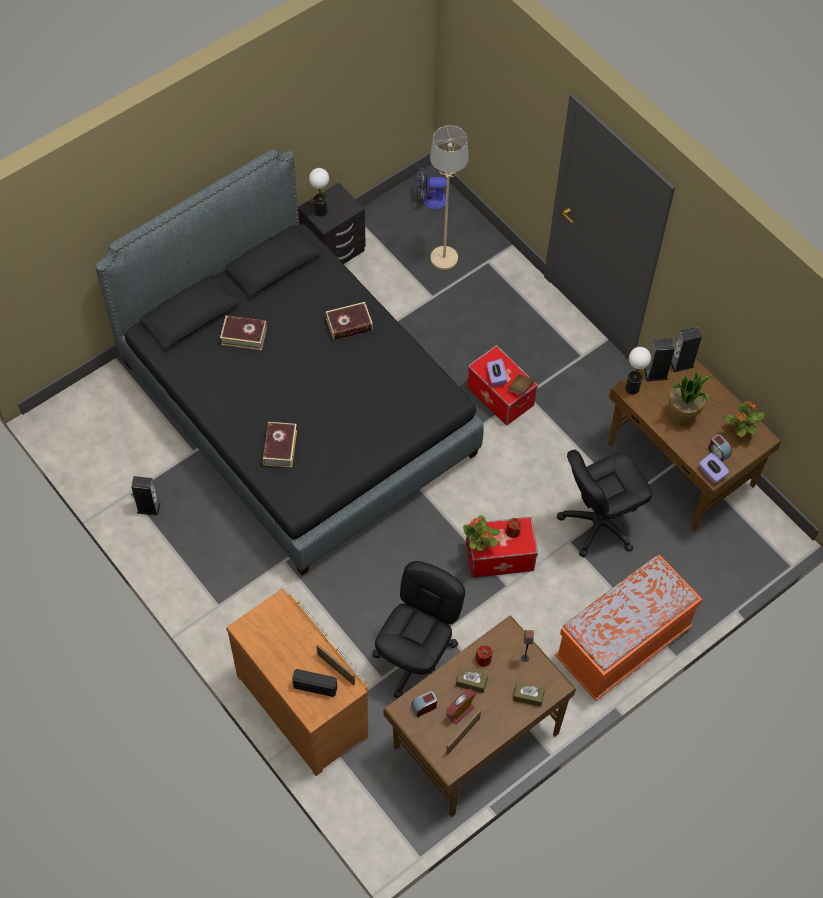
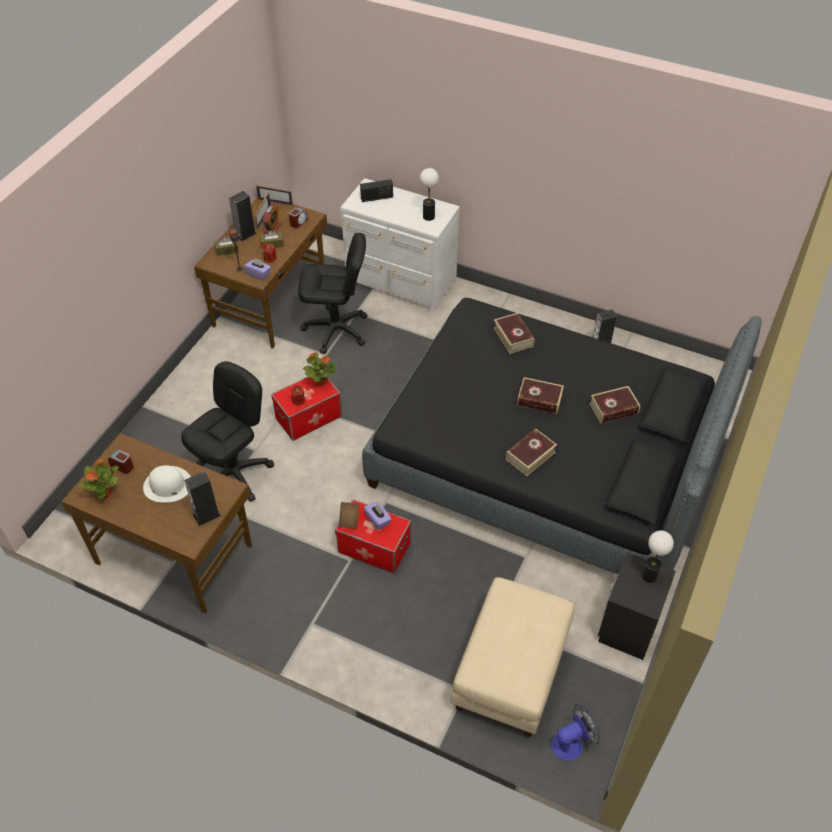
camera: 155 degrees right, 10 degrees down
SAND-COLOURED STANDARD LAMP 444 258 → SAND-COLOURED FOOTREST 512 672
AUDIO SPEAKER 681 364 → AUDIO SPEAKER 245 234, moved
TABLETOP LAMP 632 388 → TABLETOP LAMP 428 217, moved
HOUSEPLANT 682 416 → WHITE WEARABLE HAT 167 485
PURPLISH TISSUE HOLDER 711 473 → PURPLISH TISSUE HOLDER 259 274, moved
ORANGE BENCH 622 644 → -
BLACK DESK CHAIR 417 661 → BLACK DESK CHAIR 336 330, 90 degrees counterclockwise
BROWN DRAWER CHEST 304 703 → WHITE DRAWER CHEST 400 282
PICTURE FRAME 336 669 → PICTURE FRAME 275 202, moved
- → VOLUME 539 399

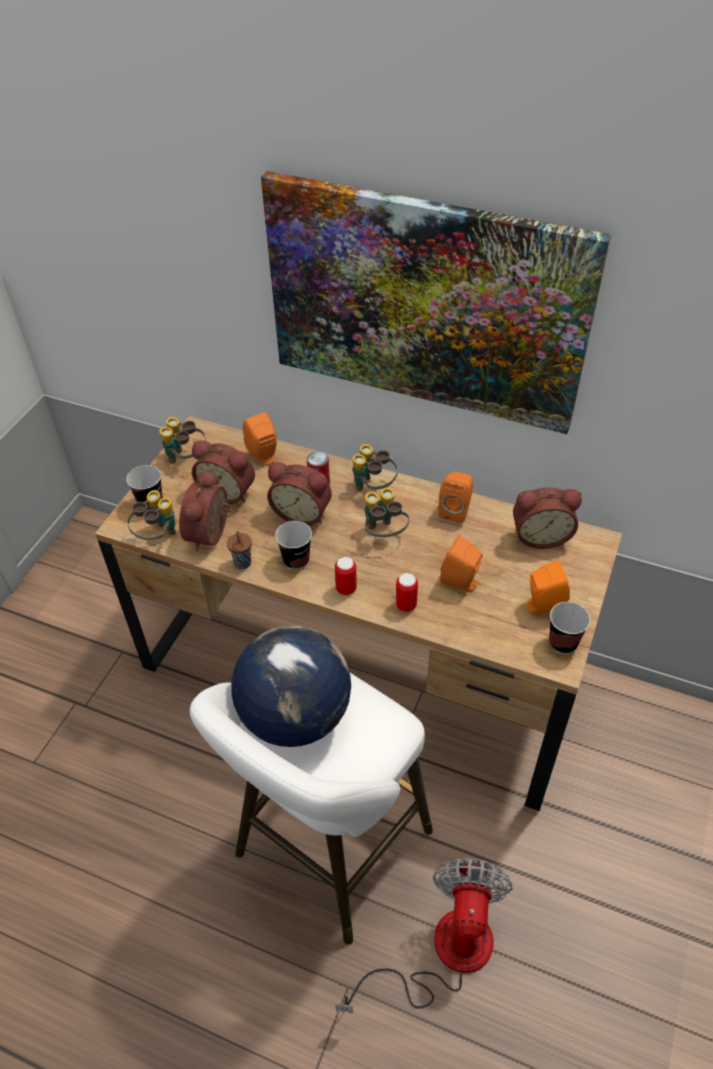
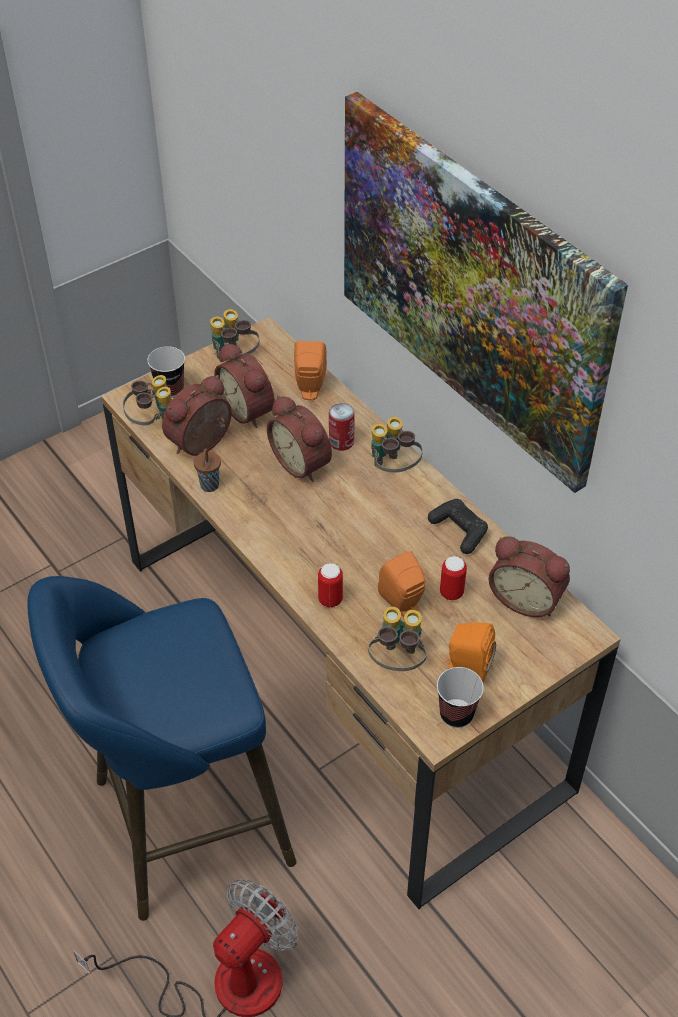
camera: 30 degrees right, 0 degrees up
ORANGE AUDIO SPEAKER 456 510 → BLACK JOYPAD 459 531
FIELD GLASSES 384 533 → FIELD GLASSES 397 661, moved
DRINKING CUP 296 560 → -
METAL CAN 346 588 → METAL CAN 451 593, moved
DESK GLOBE 296 715 → -
WHITE STOOL 327 851 → BLUISH STOOL 181 826

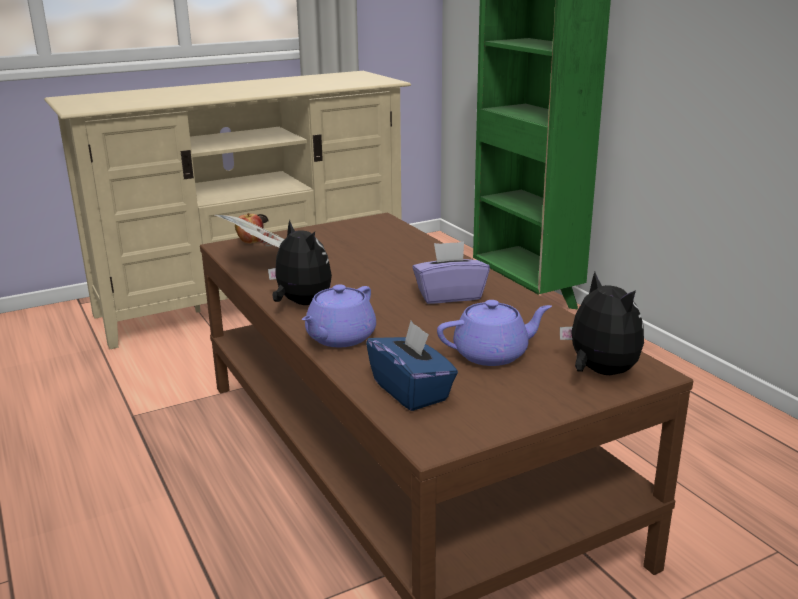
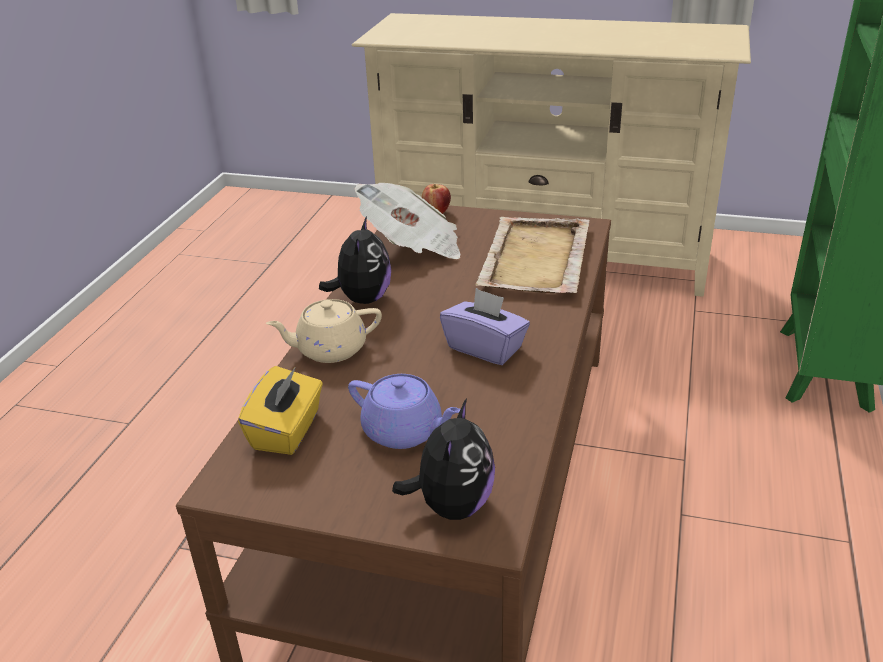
camera: 45 degrees right, 10 degrees up
PURPLISH POT FOR TEA 339 338 → SAND-COLOURED POT FOR TEA 329 349
BLUISH TISSUE HOLDER 411 391 → YELLOWISH TISSUE HOLDER 287 431
- → SAND-COLOURED TRAY 534 259

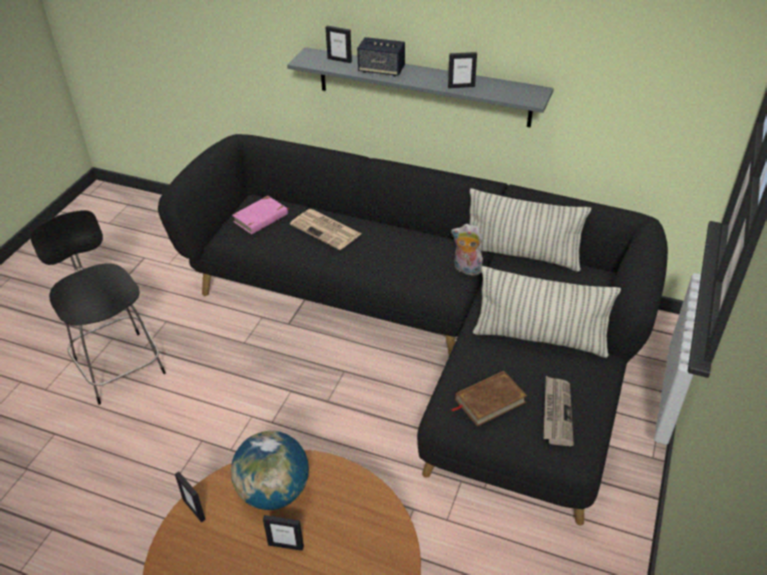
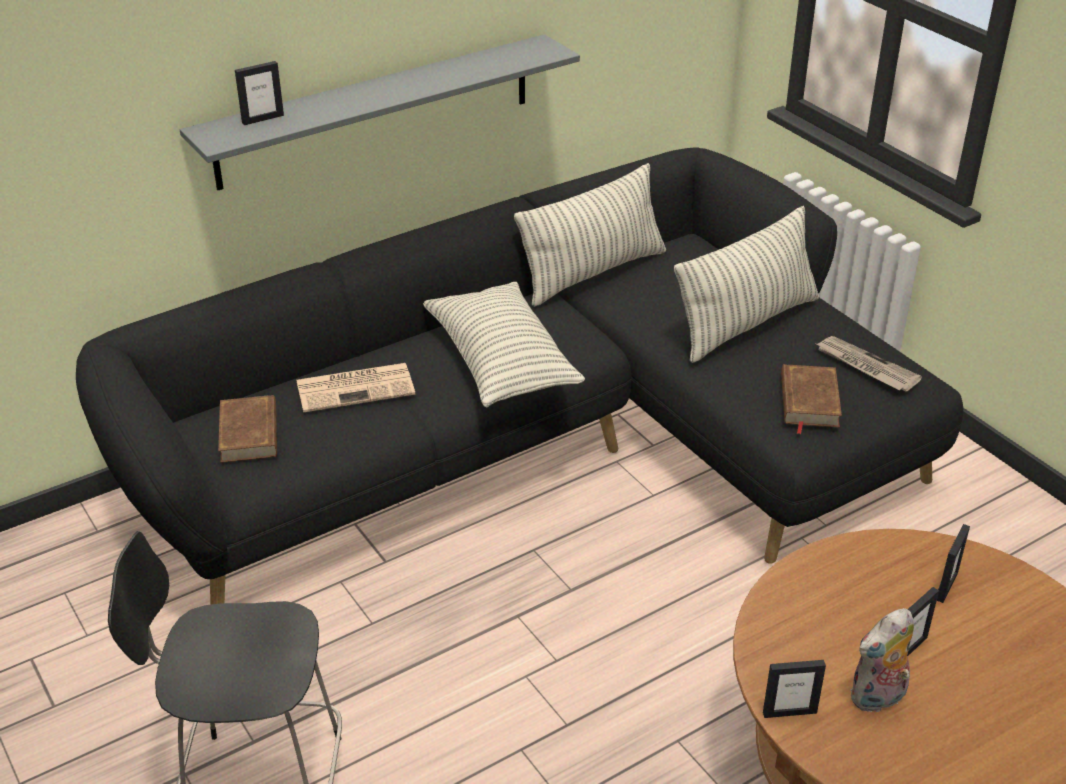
camera: 55 degrees left, 5 degrees down
AUDIO SPEAKER 381 70 → -
PICTURE FRAME 461 86 → PICTURE FRAME 946 586, moved
PINK-COLOURED VOLUME 261 218 → BROWN VOLUME 250 433
CUDDLY TOY 466 269 → CUDDLY TOY 878 699, moved
DESK GLOBE 274 492 → -
- → THROW PILLOW 501 363

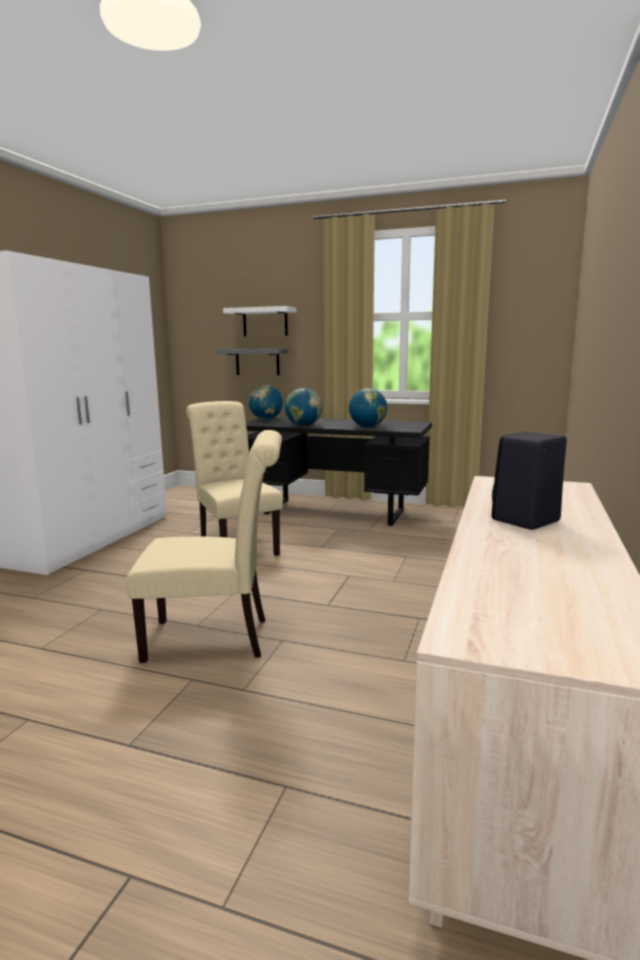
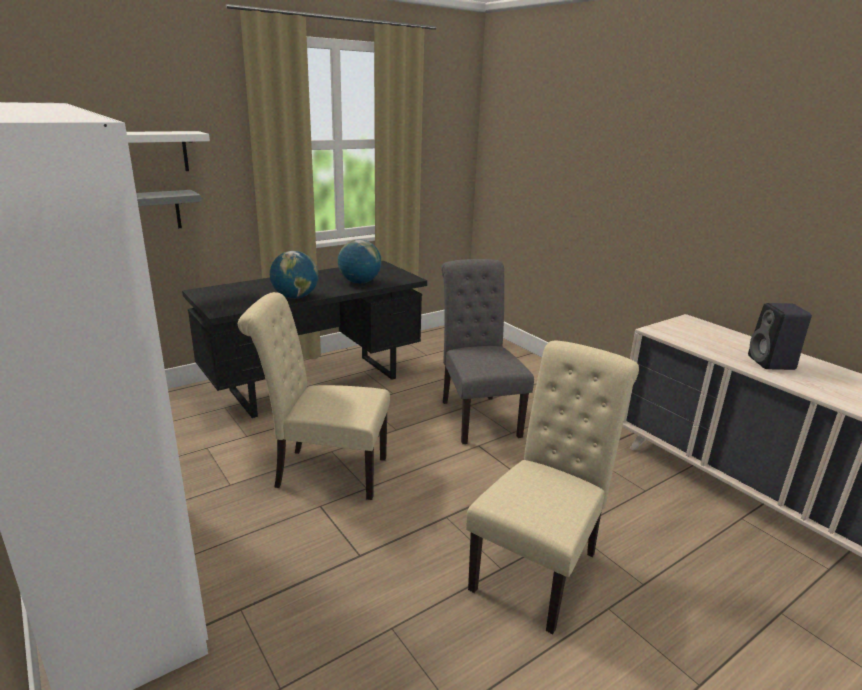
camera: 55 degrees left, 10 degrees up
DESK GLOBE 266 419 → -
- → GREYISH UPRIGHT CHAIR 477 415

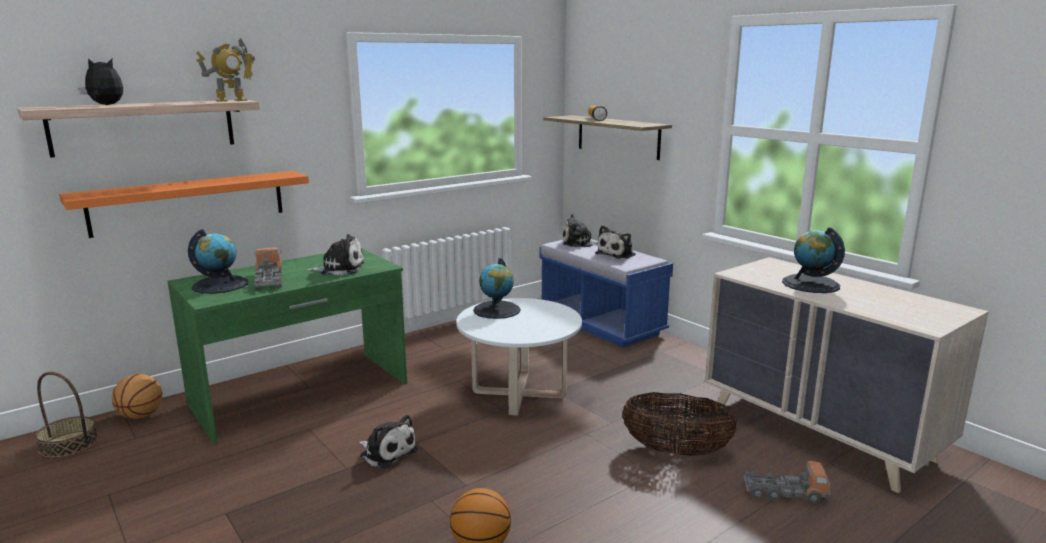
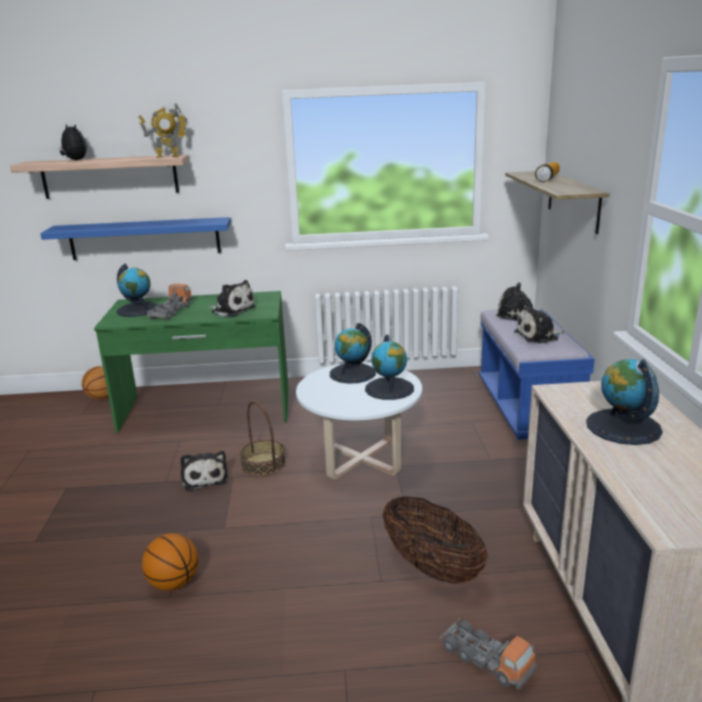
camera: 35 degrees right, 5 degrees up
ORANGE WALL SHELF 189 202 → BLUISH WALL SHELF 145 238
STORAGE BASKET 69 444 → STORAGE BASKET 263 464, moved
- → DESK GLOBE 389 388

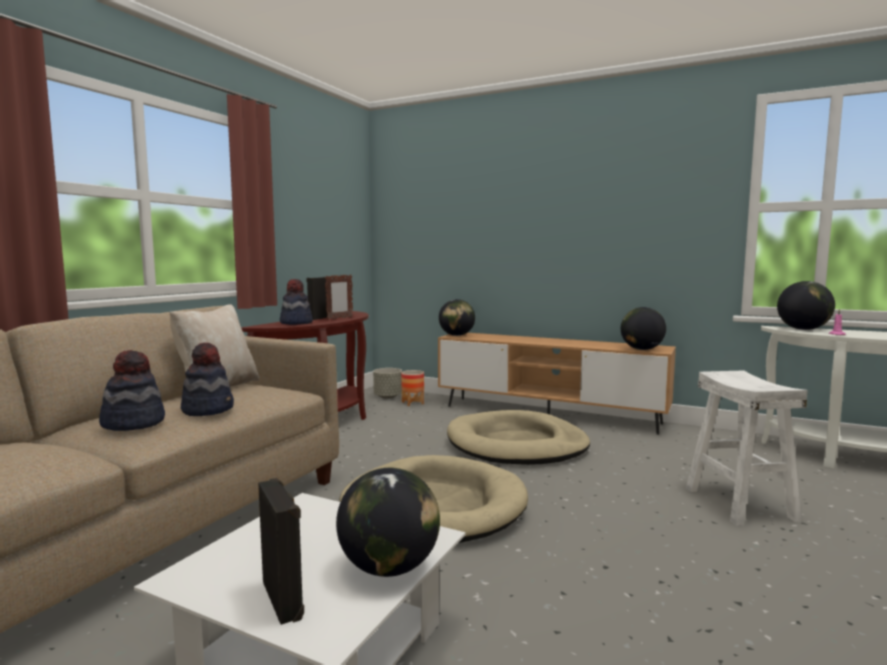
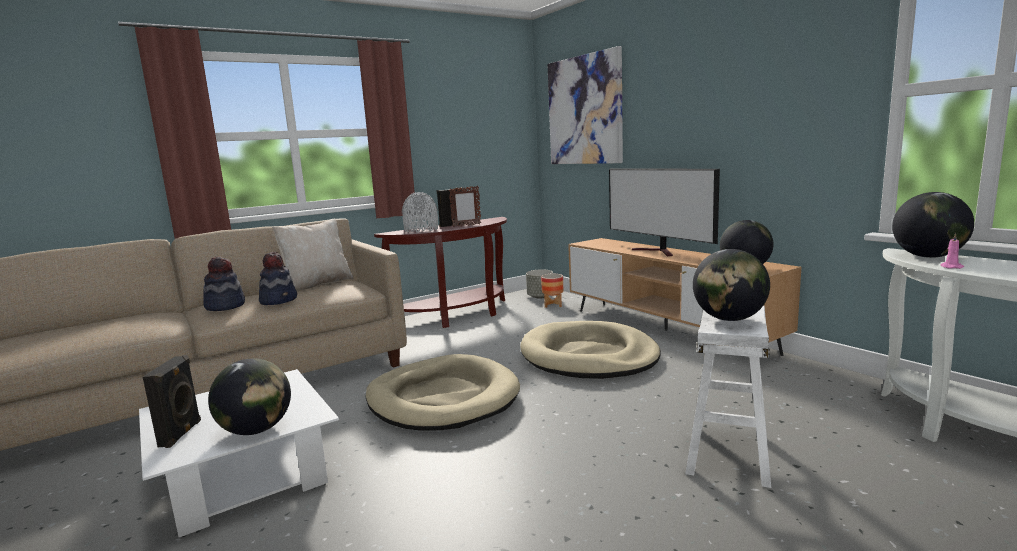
camera: 30 degrees right, 5 degrees up
WEARABLE HAT 296 323 → GREYISH VASE 421 230
DESK GLOBE 456 335 → DESK GLOBE 729 319, moved
- → WALL PICTURE 584 110
- → TV 659 251

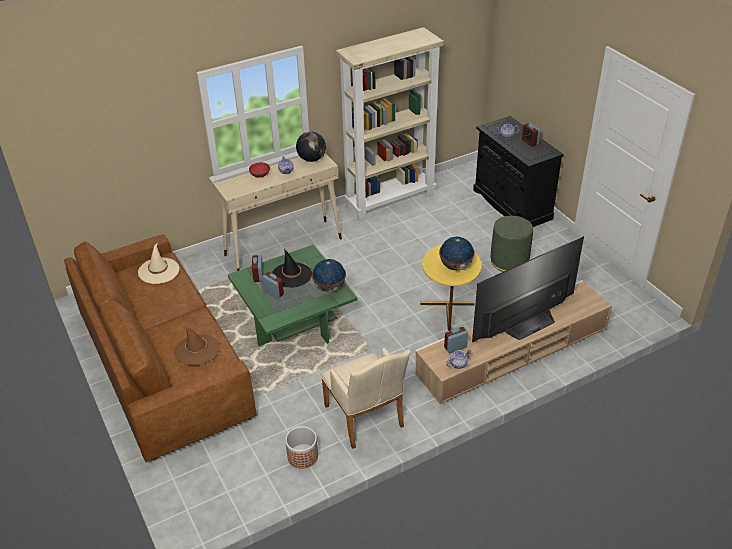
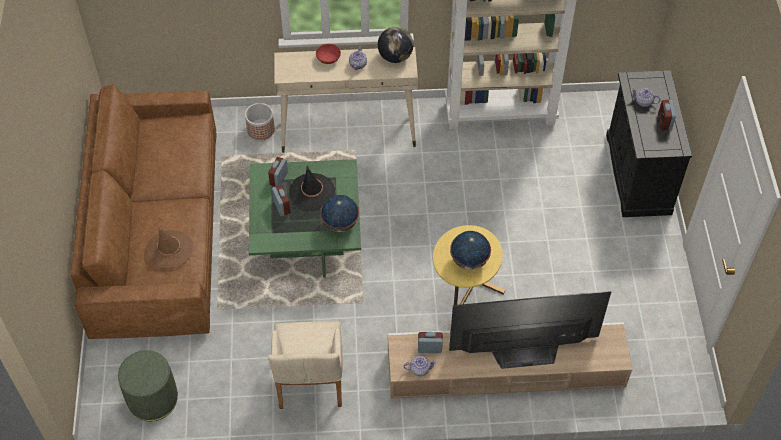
camera: 25 degrees right, 15 degrees up
GREENISH FOOTREST 509 261 → GREENISH FOOTREST 153 399, moved
SAND-COLOURED WEARABLE HAT 159 271 → -
PLANTER 303 456 → PLANTER 261 130, moved

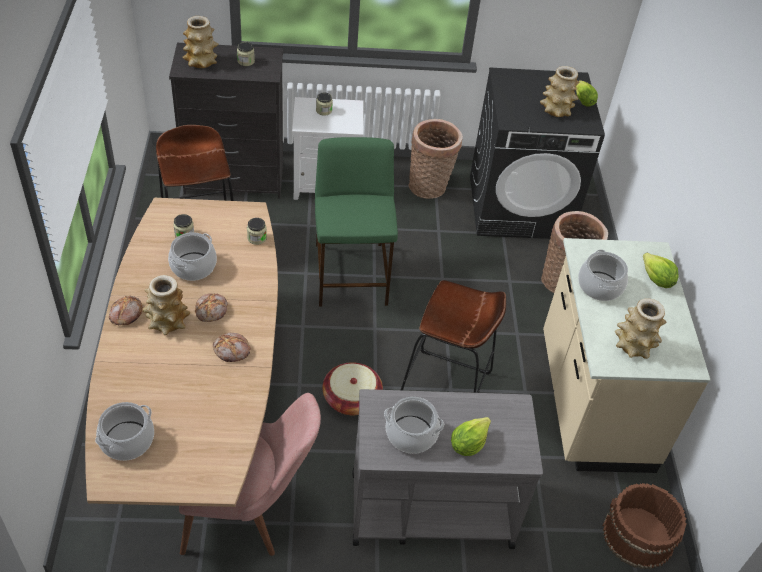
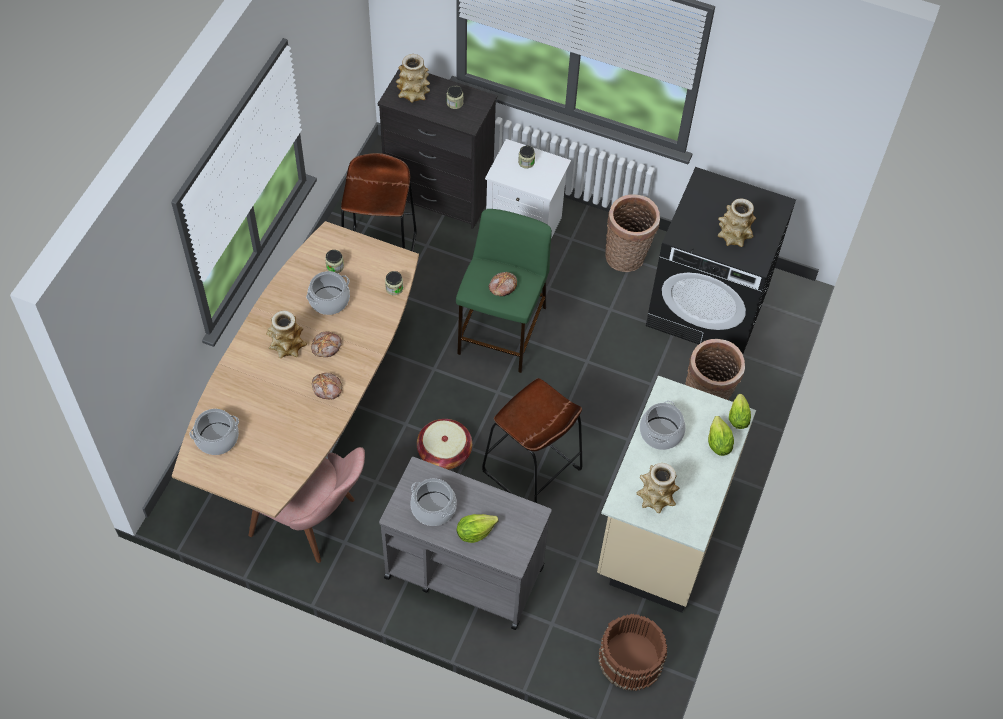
camera: 25 degrees right, 10 degrees up
LETTUCE 582 100 → LETTUCE 738 416, moved
BAKED BREAD 125 314 → BAKED BREAD 502 286, moved

